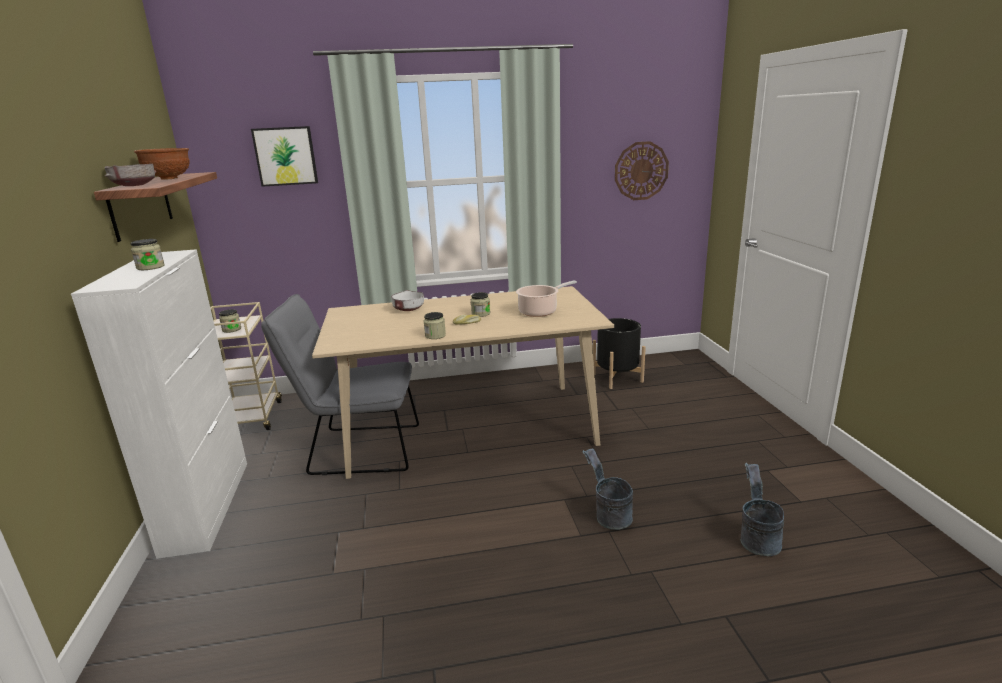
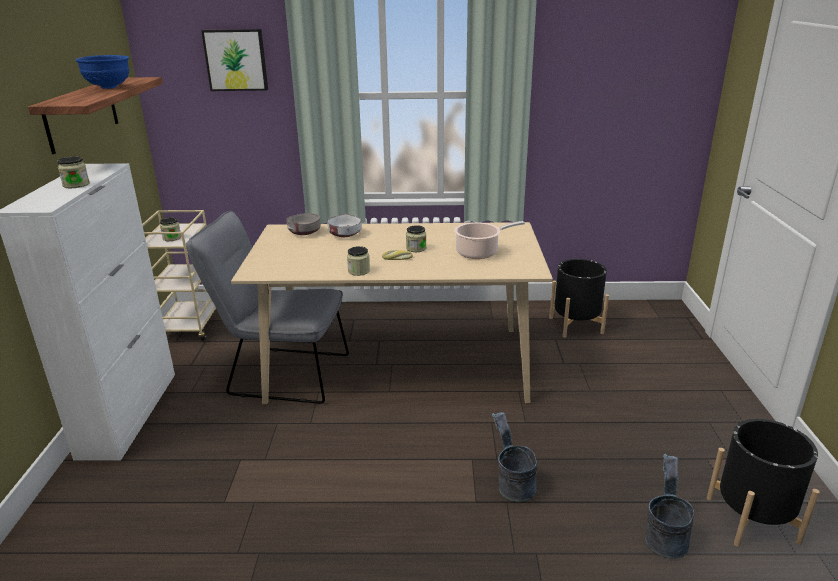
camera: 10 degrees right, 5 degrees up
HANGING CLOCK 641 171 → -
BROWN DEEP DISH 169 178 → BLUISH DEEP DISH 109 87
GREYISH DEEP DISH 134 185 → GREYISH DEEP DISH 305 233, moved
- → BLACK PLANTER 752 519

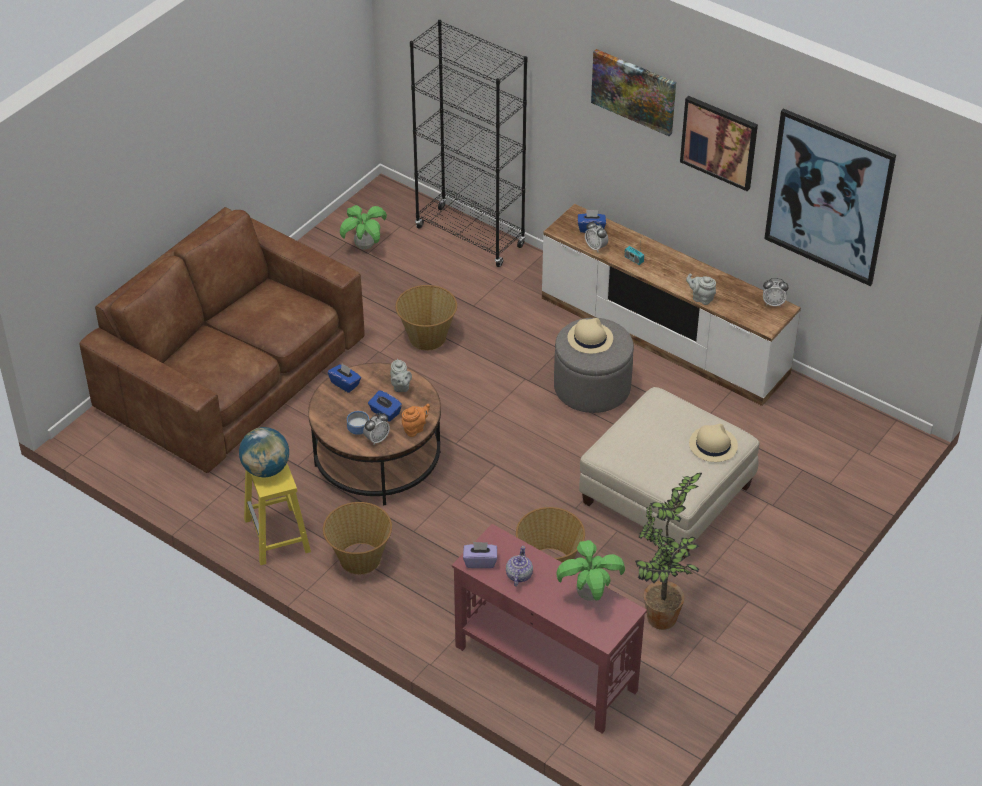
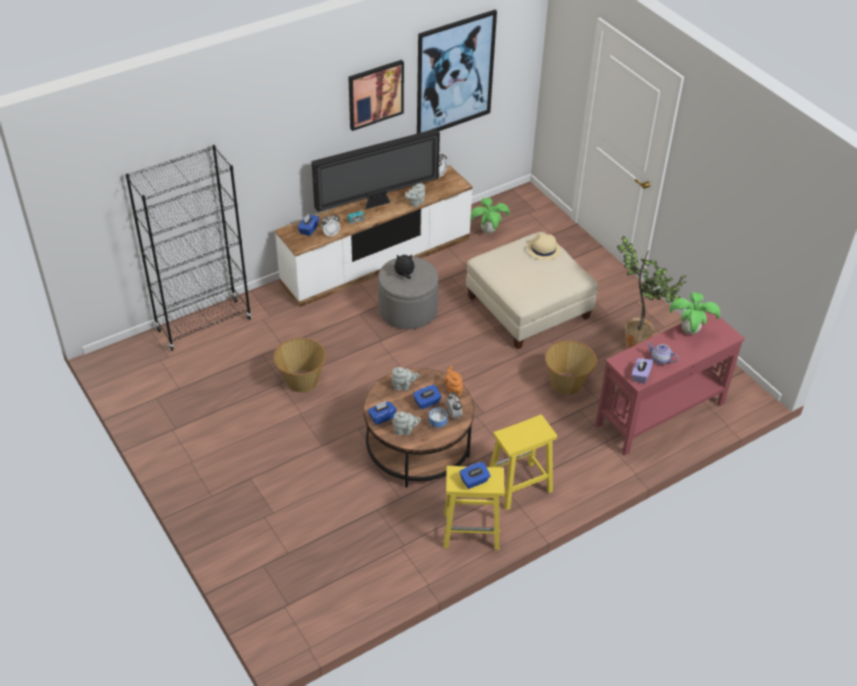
camera: 70 degrees left, 0 degrees up
WALL PICTURE 634 91 → -
HOUSEPLANT 364 246 → HOUSEPLANT 488 231, moved
BROWN SOFA 231 373 → -
SAND-COLOURED WEARABLE HAT 589 338 → CUDDLY TOY 404 275
DESK GLOBE 266 469 → BLUISH TISSUE HOLDER 474 481
STORAGE BASKET 359 559 → YELLOWISH STOOL 518 486
- → TV 377 203
- → GREYISH POT FOR TEA 405 431

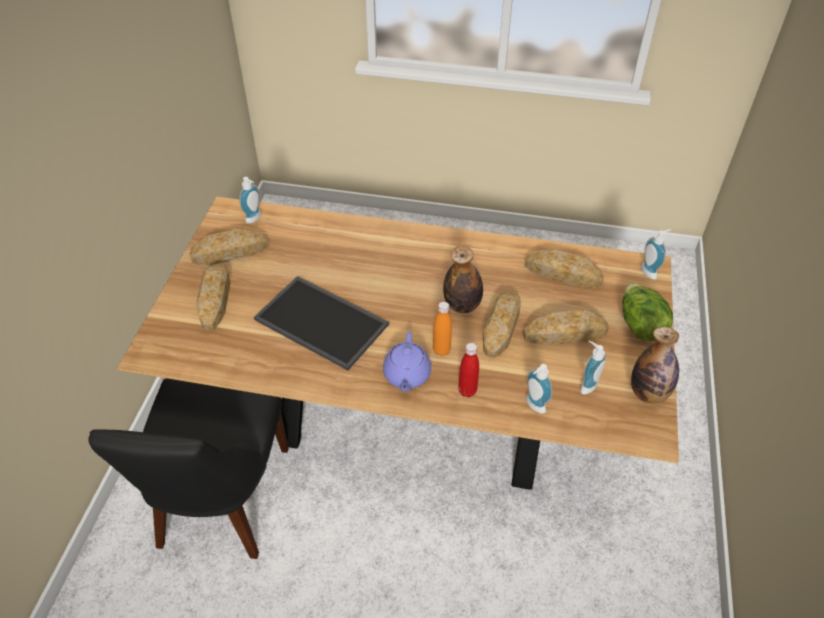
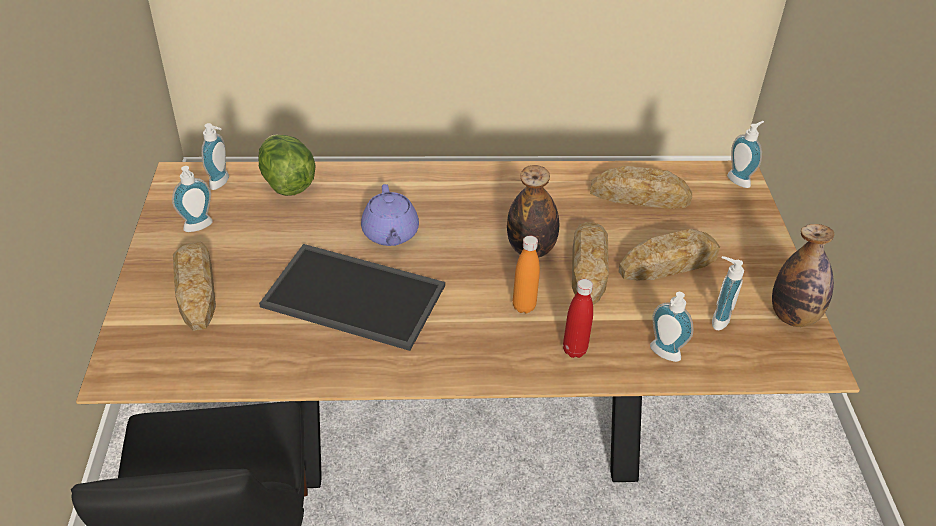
camera: 15 degrees left, 5 degrees down
BAKED BREAD 230 252 → SOAP BOTTLE 199 228
LETTUCE 639 325 → LETTUCE 287 182, moved
PURPLISH POT FOR TEA 406 375 → PURPLISH POT FOR TEA 390 234, moved

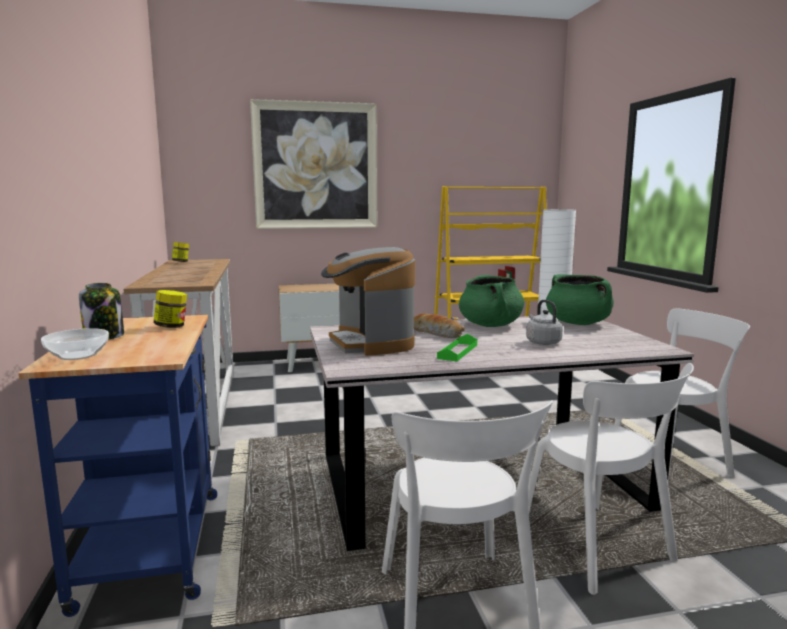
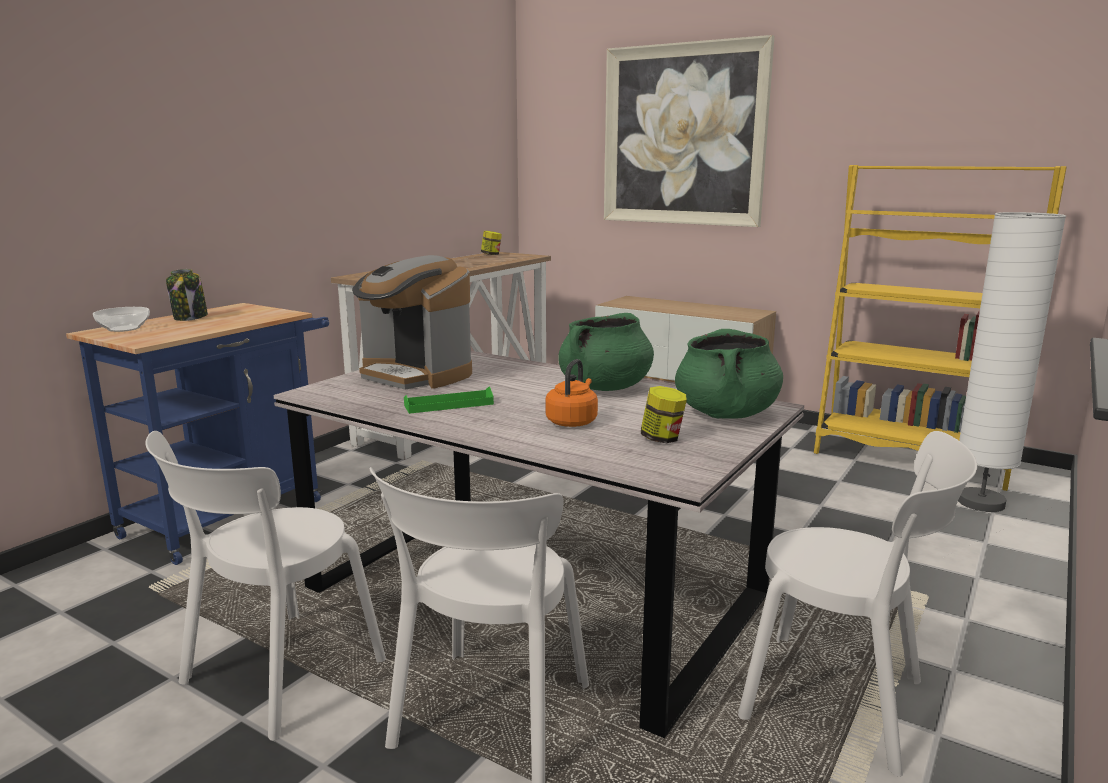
camera: 45 degrees right, 5 degrees up
COFFEE MAKER 370 343 → COFFEE MAKER 415 375, 75 degrees counterclockwise
STORAGE JAR 171 327 → STORAGE JAR 662 439, moved
GREYISH TEA KETTLE 542 342 → ORANGE TEA KETTLE 572 421
BAKED BREAD 437 333 → -

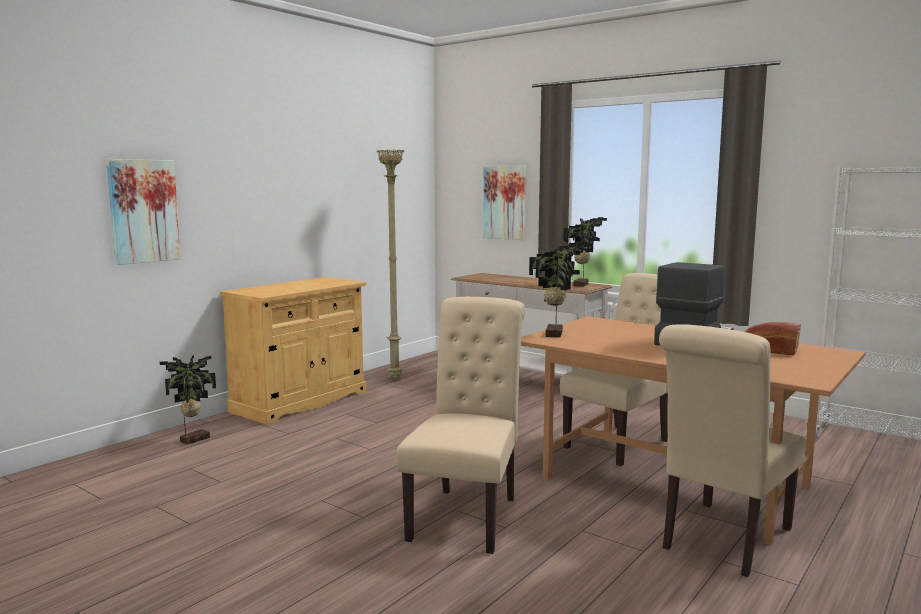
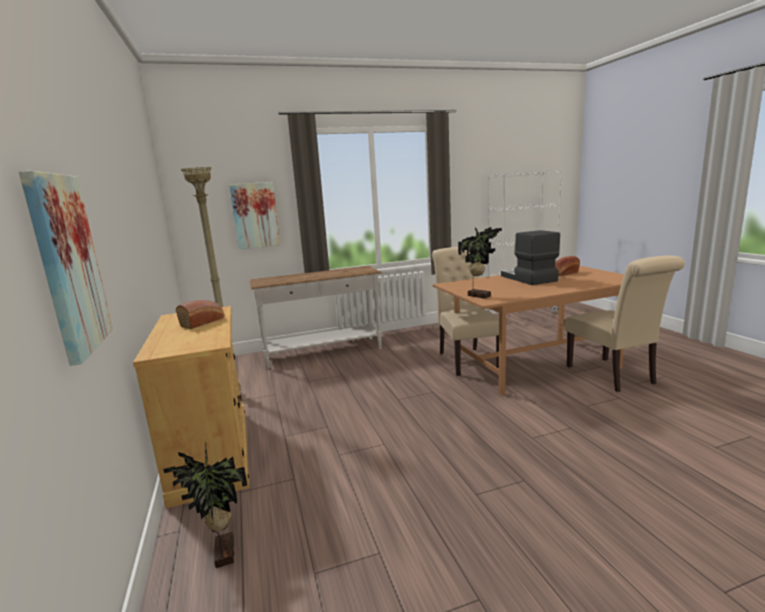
camera: 55 degrees left, 5 degrees up
HOUSEPLANT 582 285 → -
SAND-COLOURED UPRIGHT CHAIR 467 515 → -
- → BAKED BREAD 203 322

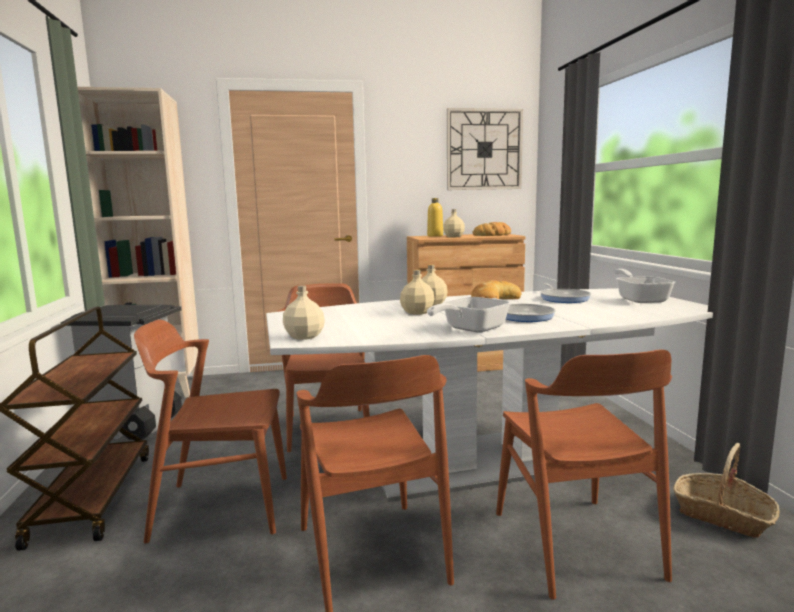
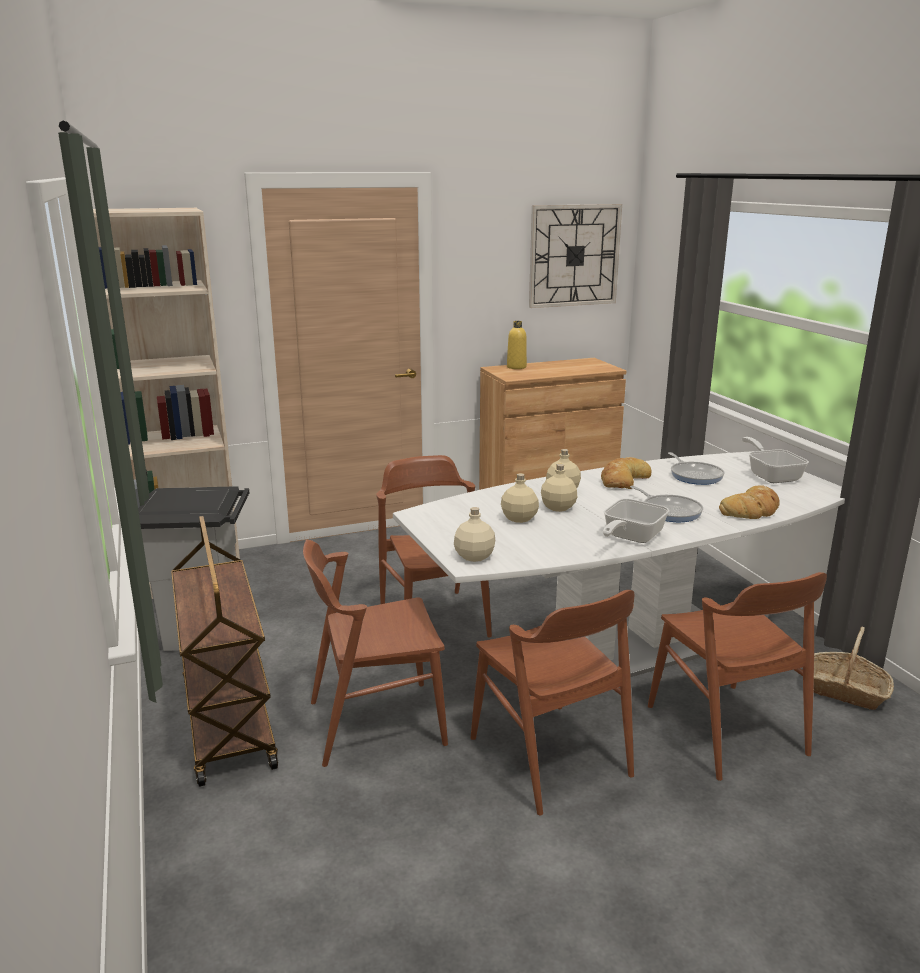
camera: 10 degrees left, 10 degrees up
SAND-COLOURED BOTTLE 454 236 → SAND-COLOURED BOTTLE 519 518, moved
BAKED BREAD 493 235 → BAKED BREAD 752 509, moved

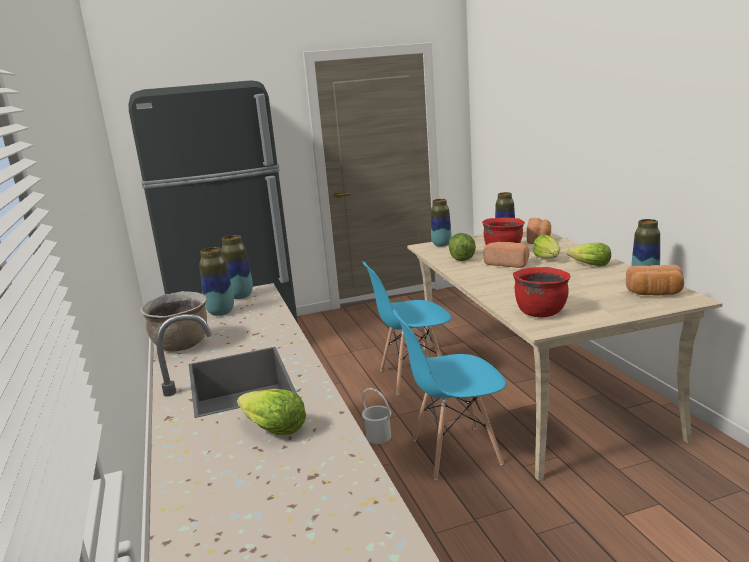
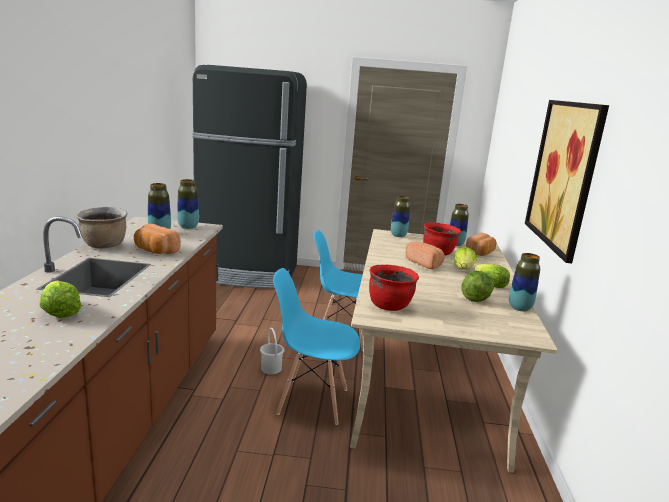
camera: 20 degrees right, 0 degrees up
LETTUCE 462 258 → LETTUCE 476 298, moved
BAKED BREAD 655 293 → BAKED BREAD 155 251, moved
- → WALL PICTURE 564 175

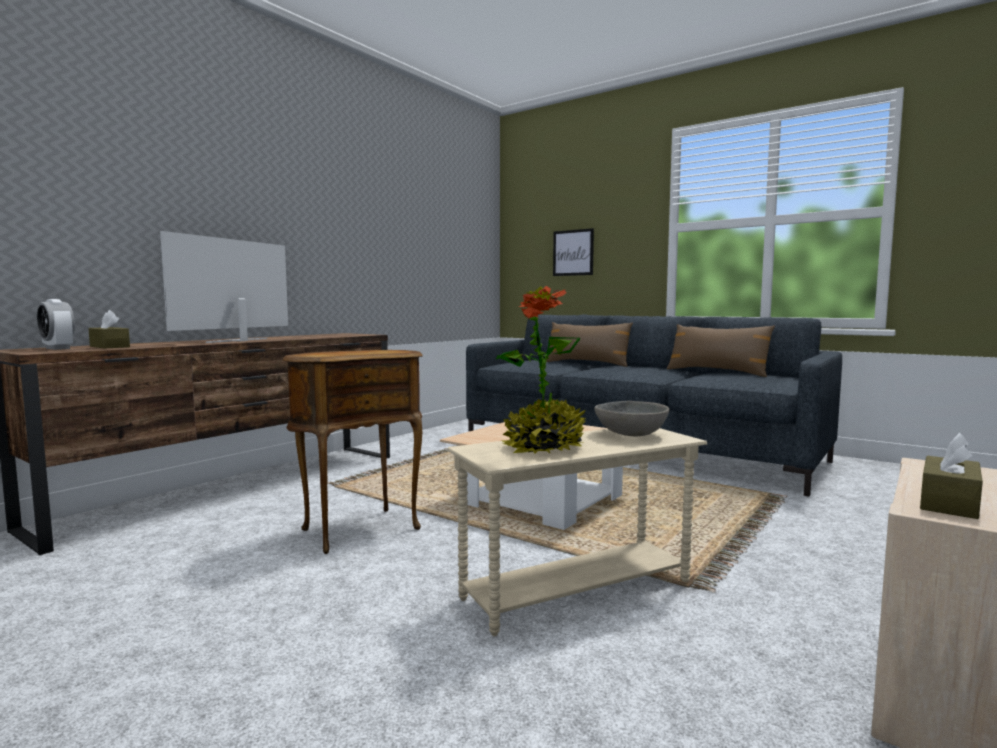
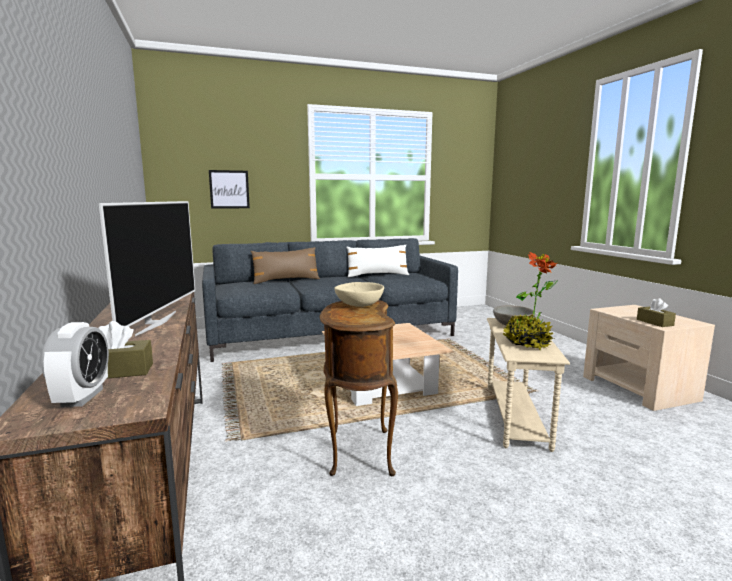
camera: 55 degrees left, 5 degrees up
TV 239 340 → TV 155 323, 150 degrees counterclockwise
TABLE CLOCK 58 348 → TABLE CLOCK 82 397, 75 degrees counterclockwise
BROWN THROW PILLOW 717 372 → WHITE THROW PILLOW 377 275
- → SAND-COLOURED DEEP DISH 358 305

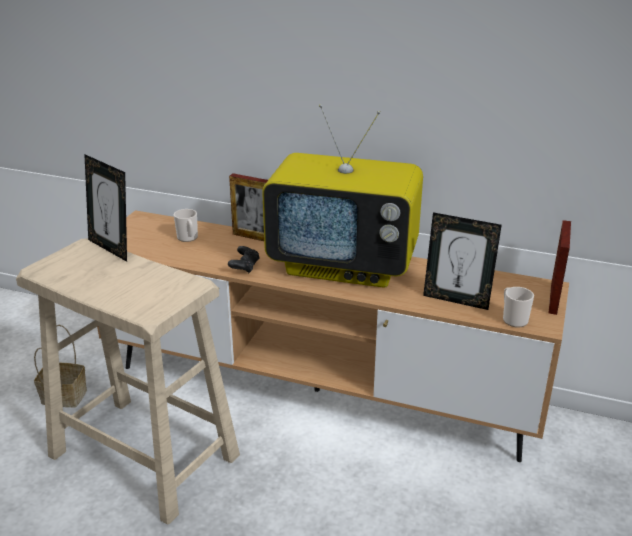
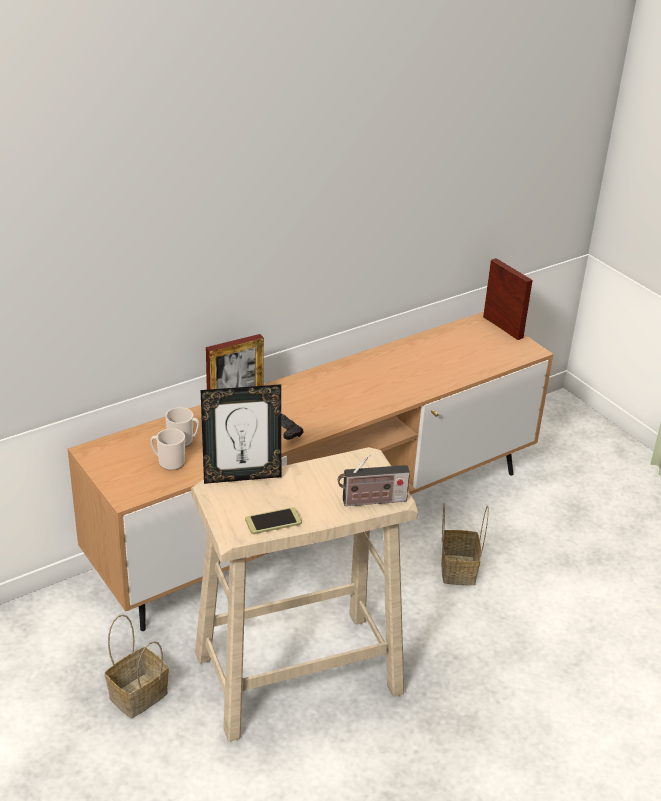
camera: 55 degrees left, 5 degrees up
TV 345 266 → -
PICTURE FRAME 456 300 → -
TEA MUG 513 319 → TEA MUG 168 462, moved
- → RADIO RECEIVER 371 501
- → STORAGE BASKET 457 569
- → TELEPHONE 273 521

